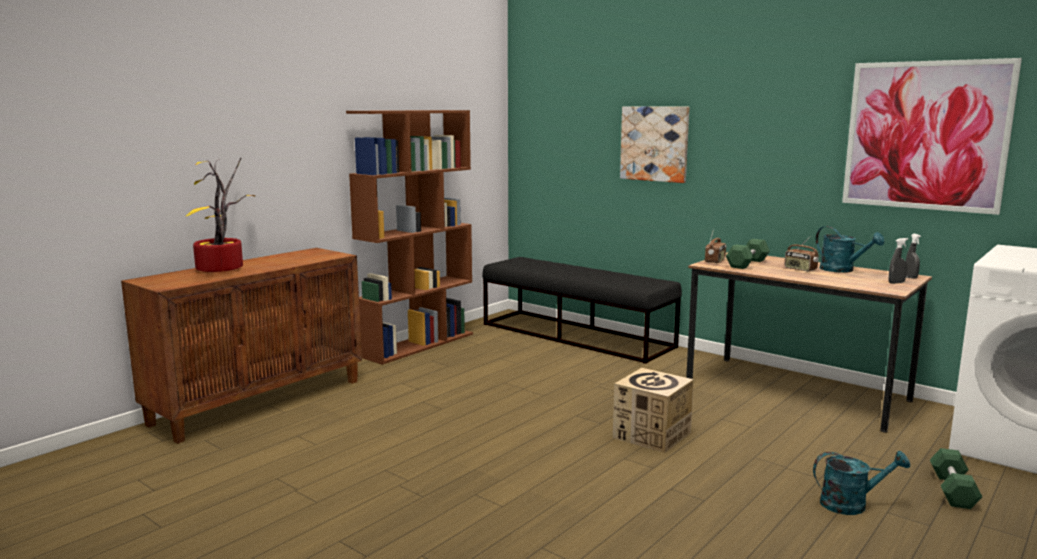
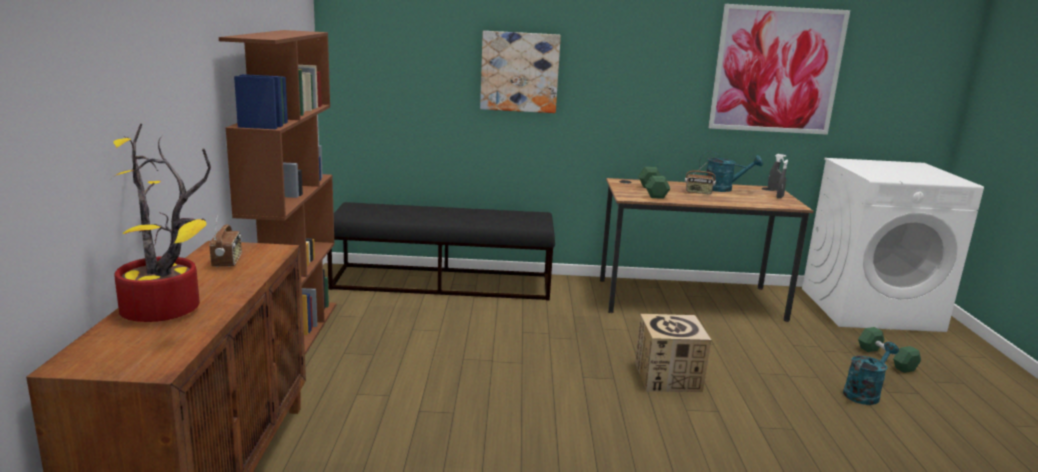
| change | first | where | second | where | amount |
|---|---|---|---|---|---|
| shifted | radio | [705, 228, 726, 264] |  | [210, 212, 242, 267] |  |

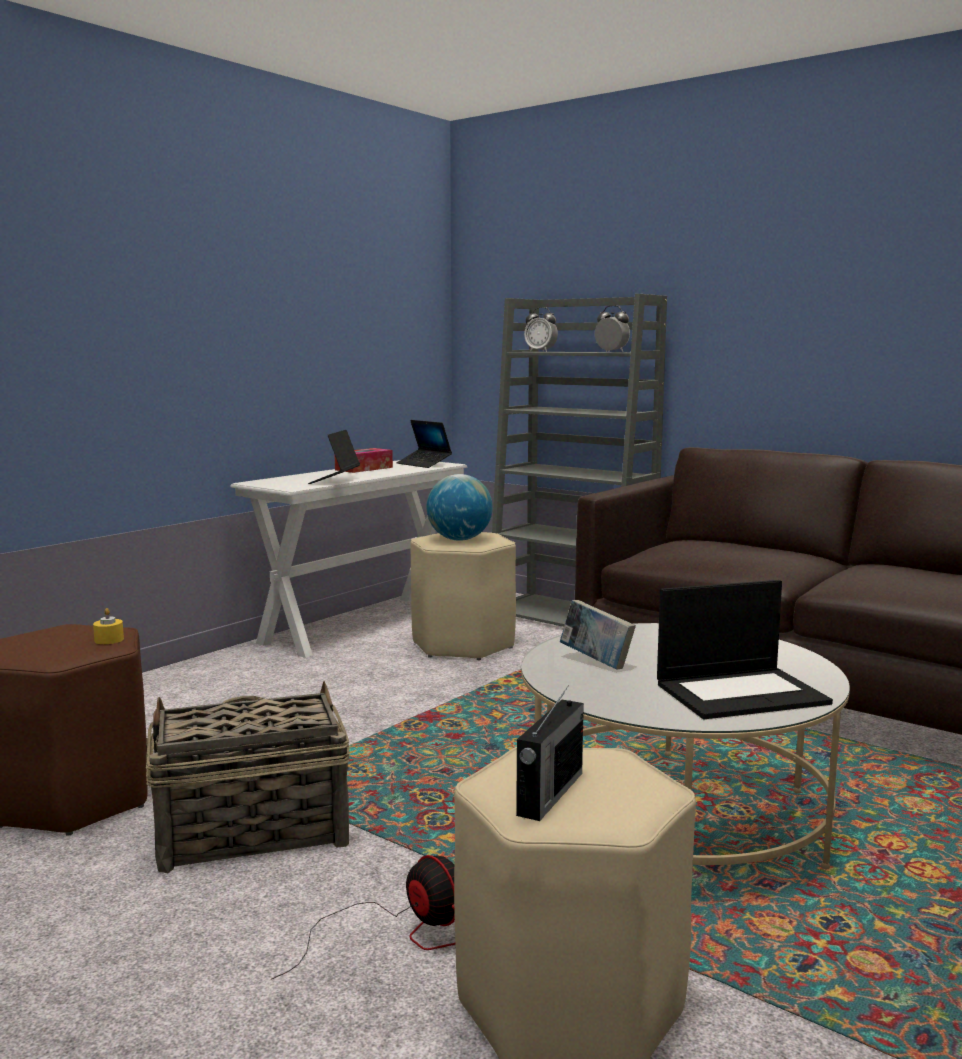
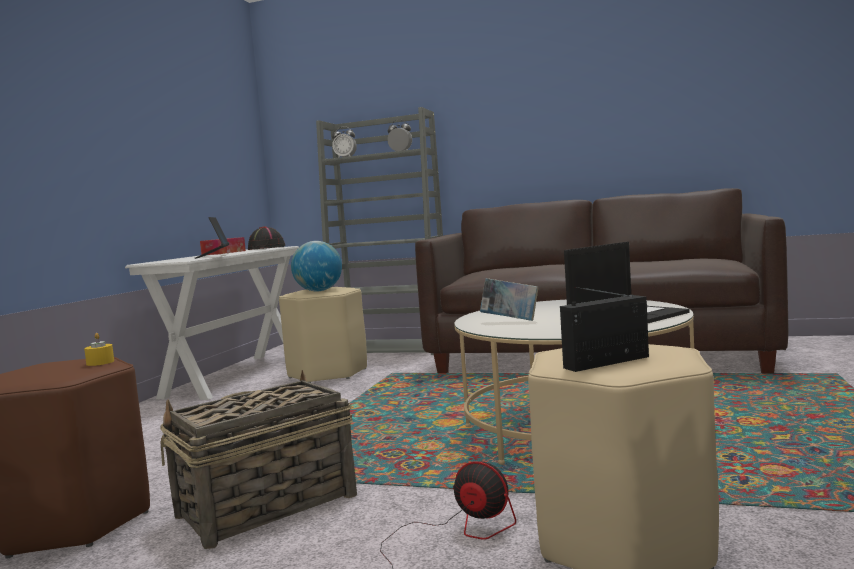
| change | first | where | second | where | amount |
|---|---|---|---|---|---|
| swapped | laptop | [397, 420, 452, 468] | kapelusz/czarny | [248, 227, 285, 250] |  |
| rotated | radio | [516, 685, 584, 821] |  | [560, 287, 649, 372] | 120 degrees counterclockwise |

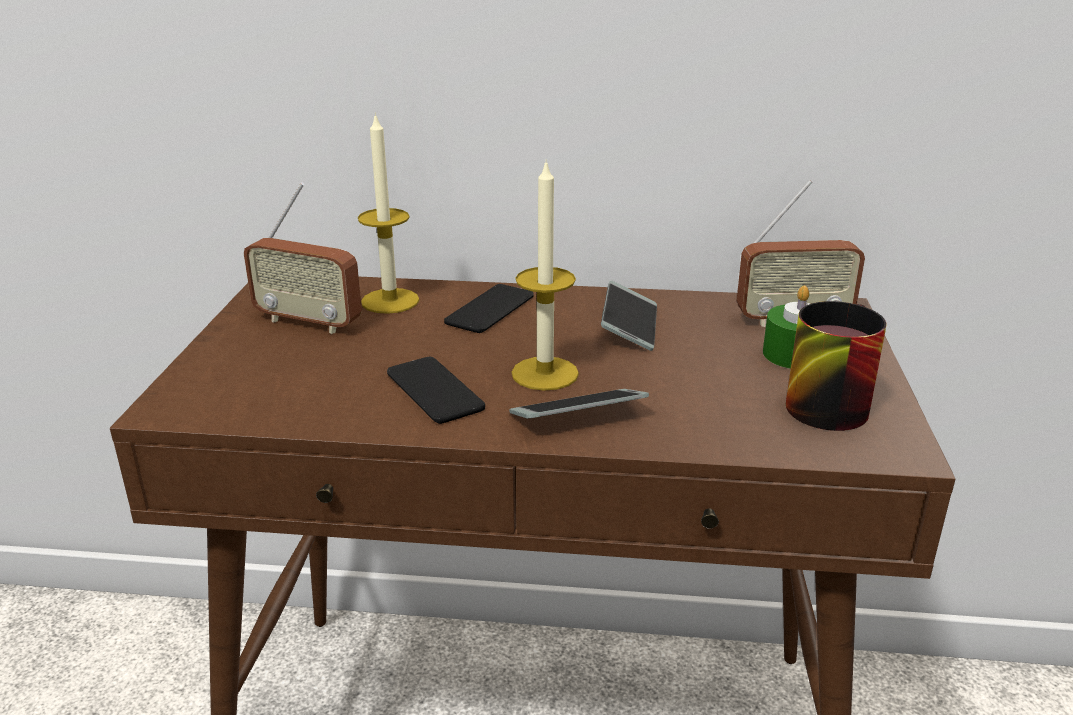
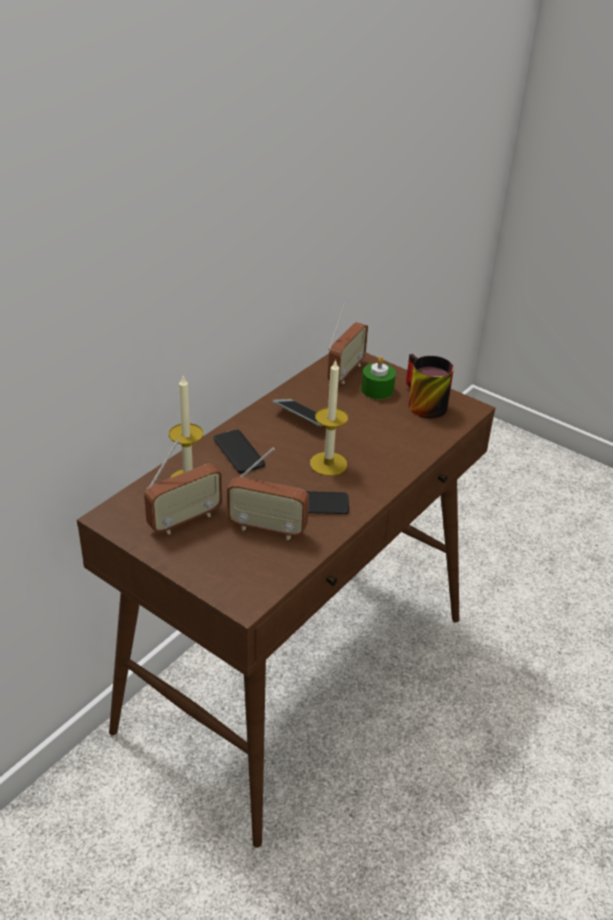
| change | first | where | second | where | amount |
|---|---|---|---|---|---|
| gone | telefon | [509, 389, 649, 419] |  |  |  |
| new |  |  | radio | [227, 448, 309, 540] |  |

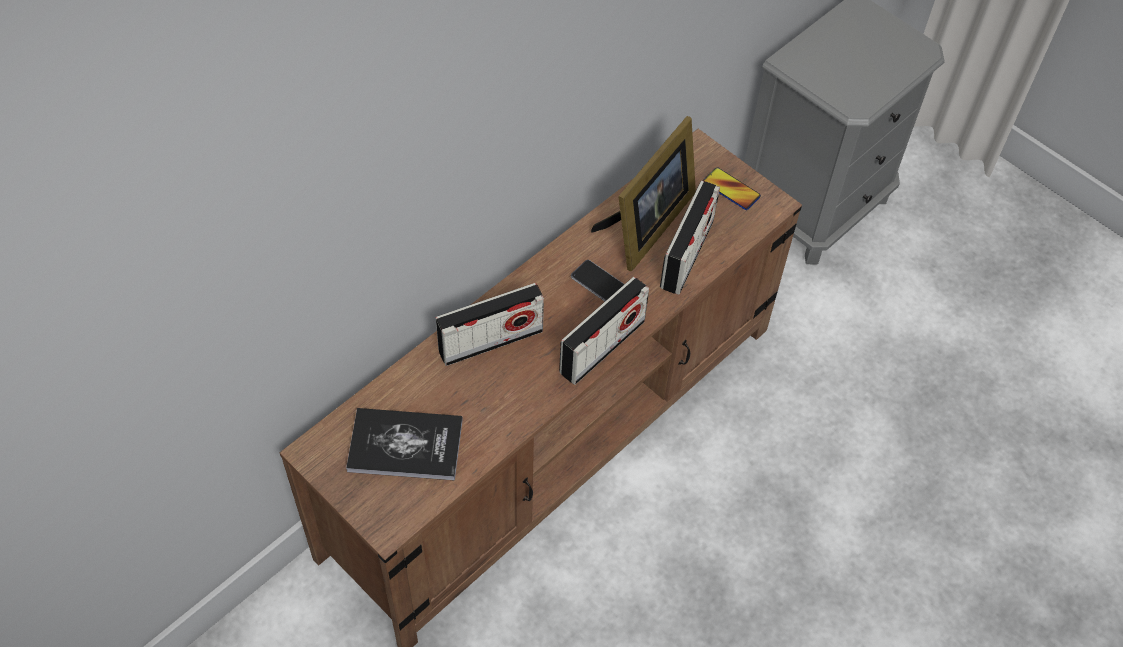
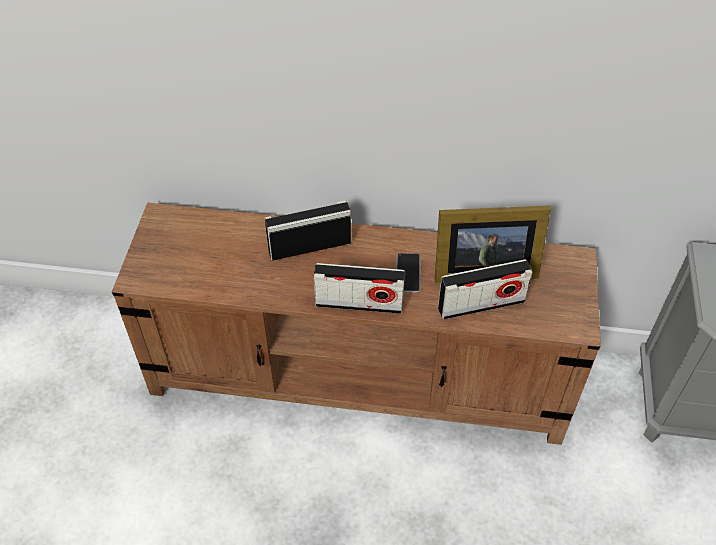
| change | first | where | second | where | amount |
|---|---|---|---|---|---|
| gone | telefon | [703, 167, 761, 210] |  |  |  |
| rotated | radio | [436, 283, 544, 366] |  | [264, 200, 351, 261] | 135 degrees clockwise |
| gone | książka | [346, 408, 463, 481] |  |  |  |

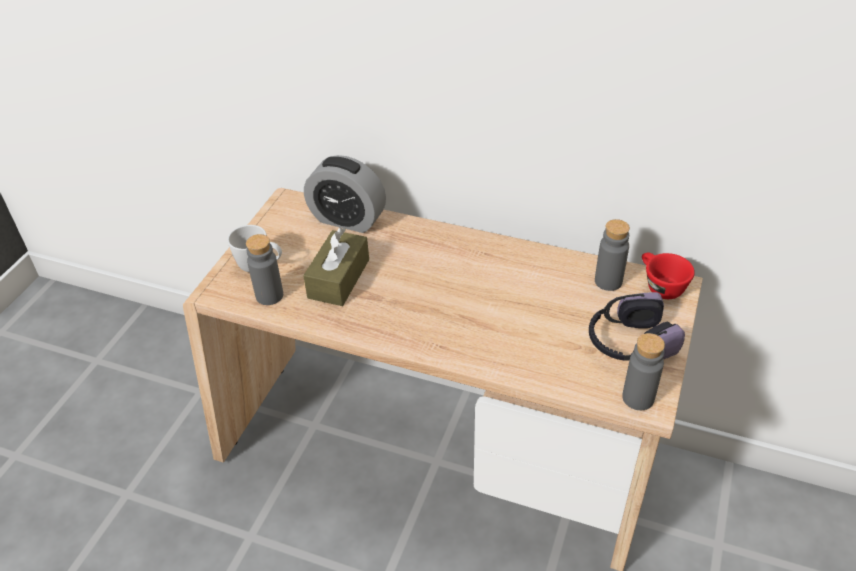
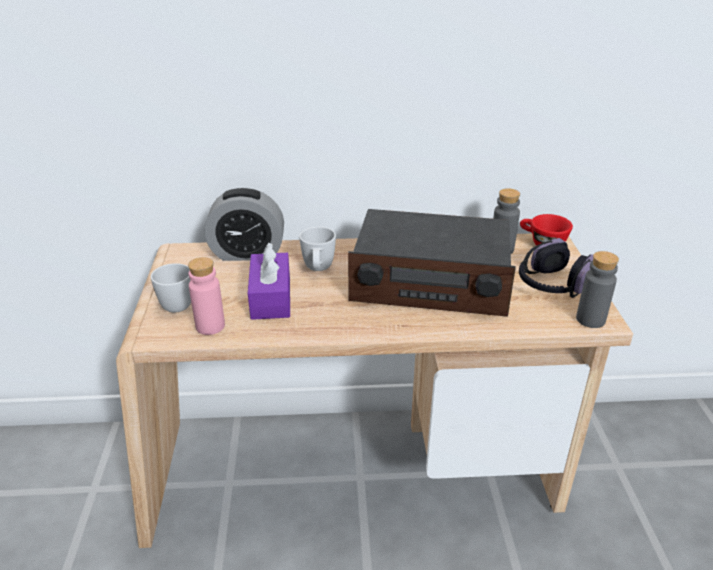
| change | first | where | second | where | amount |
|---|---|---|---|---|---|
| repainted | pudełko chusteczek/brązowy | [303, 227, 369, 306] | pudełko chusteczek/fioletowy | [248, 243, 290, 320] |  |
| repainted | butelka/szary | [246, 234, 283, 305] | butelka/różowy | [188, 257, 225, 335] |  |
| new |  |  | radio | [348, 209, 516, 317] |  |
| new |  |  | kubek/biały | [299, 227, 336, 271] |  |

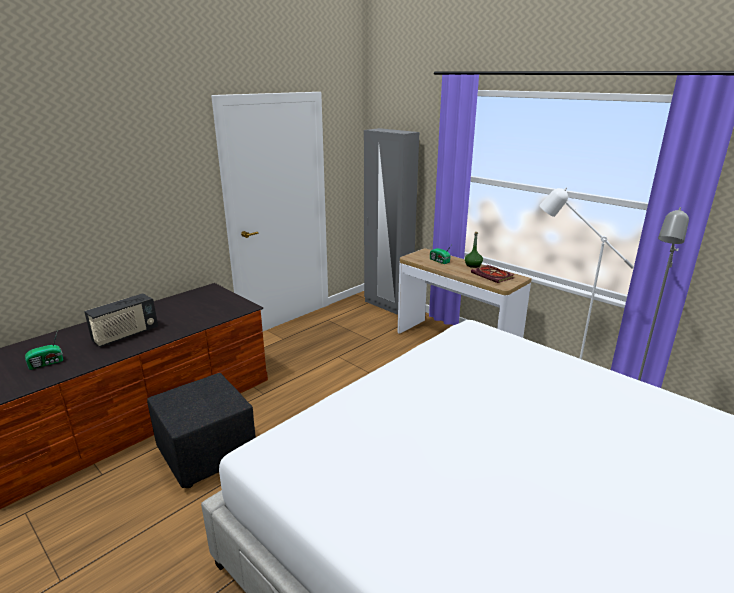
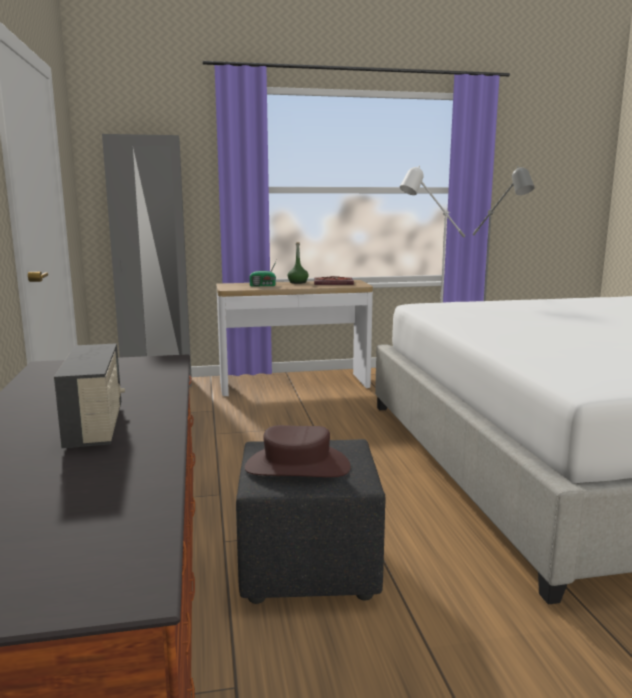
| change | first | where | second | where | amount |
|---|---|---|---|---|---|
| gone | radio | [25, 330, 63, 370] |  |  |  |
| new |  |  | kapelusz/brązowy | [245, 425, 351, 477] |  |

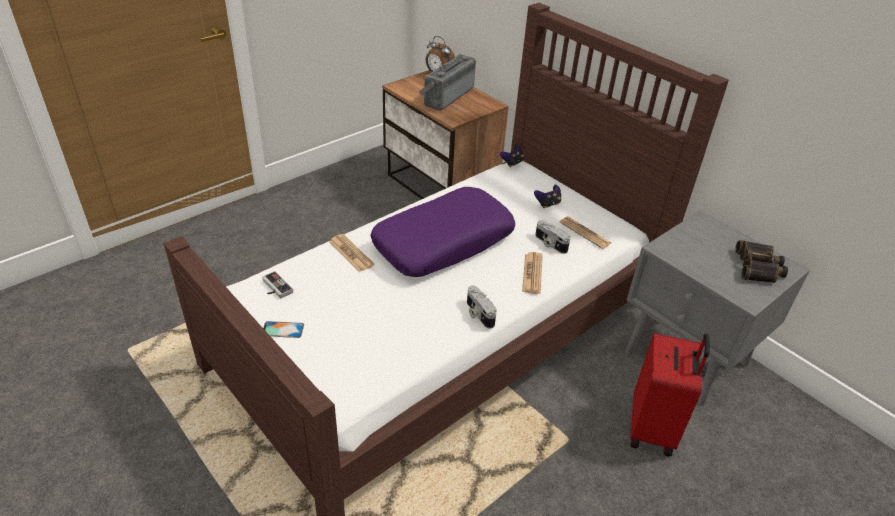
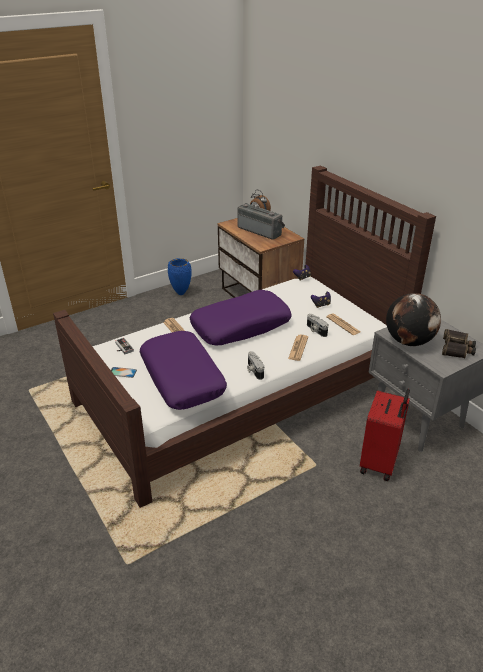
| change | first | where | second | where | amount |
|---|---|---|---|---|---|
| rotated | radio | [419, 54, 476, 110] |  | [237, 203, 285, 240] | 90 degrees clockwise |
| new |  |  | wazon/niebieski | [168, 258, 192, 295] |  |
| new |  |  | globus | [386, 293, 441, 346] |  |
| new |  |  | poduszka/fioletowy | [140, 331, 227, 410] |  |

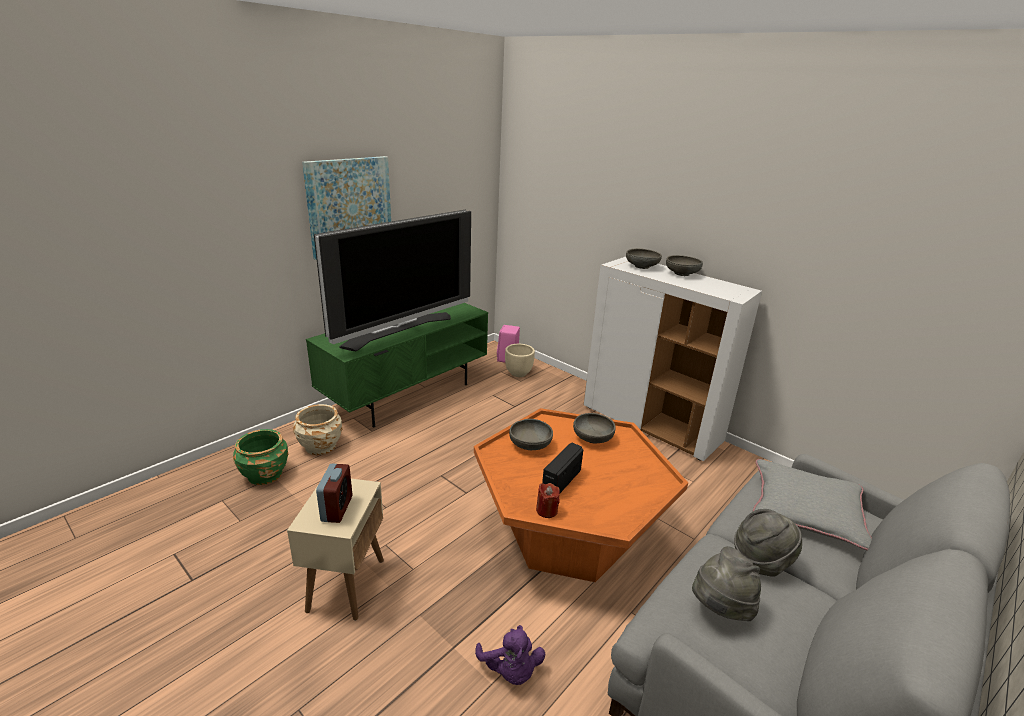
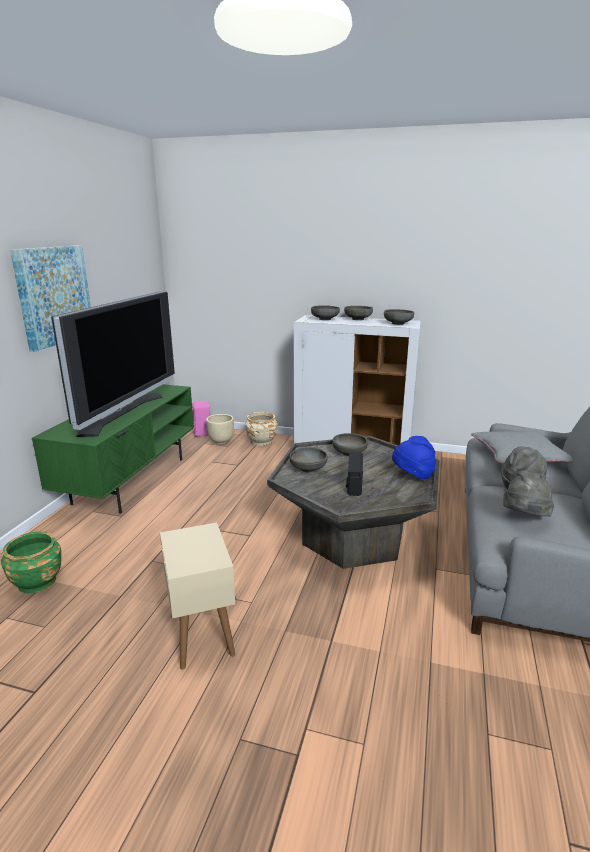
| change | first | where | second | where | amount |
|---|---|---|---|---|---|
| shifted | donica/beżowy | [293, 404, 343, 455] |  | [245, 412, 278, 446] |  |
| repainted | ława/pomarańczowy | [474, 408, 688, 582] | ława/szary | [267, 436, 440, 569] |  |
| gone | budzik | [316, 463, 352, 523] |  |  |  |
| gone | świeca/czerwony | [536, 483, 560, 518] |  |  |  |
| gone | pluszak/fioletowy | [475, 625, 545, 685] |  |  |  |
| new |  |  | miska/szary | [384, 309, 414, 325] |  |
| new |  |  | kapelusz/niebieski | [392, 436, 435, 479] |  |

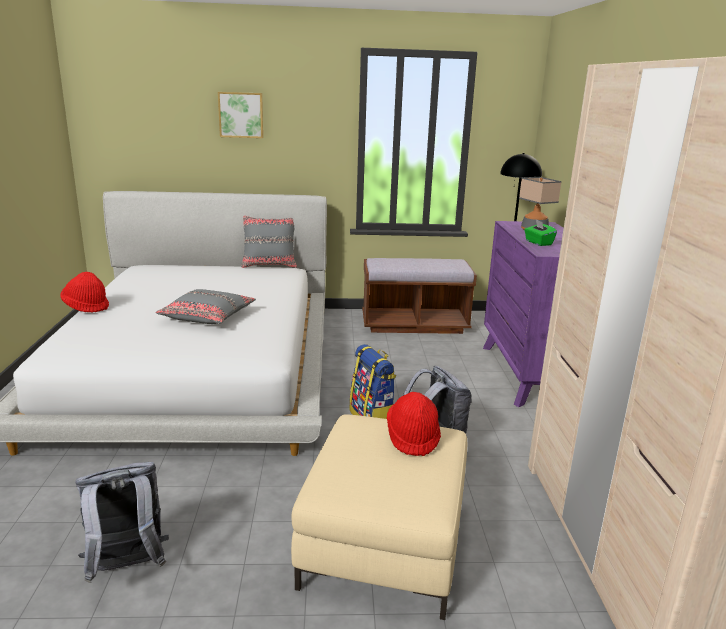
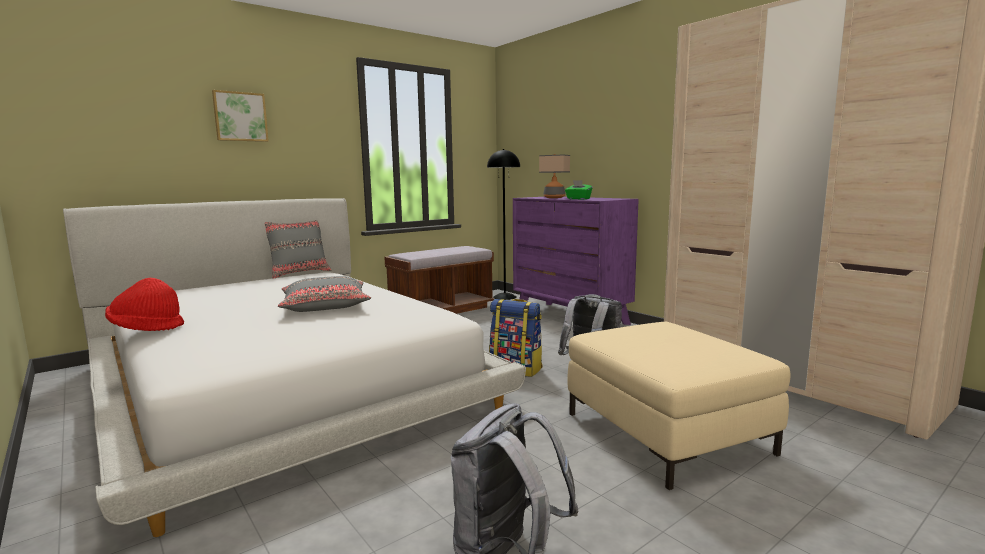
| change | first | where | second | where | amount |
|---|---|---|---|---|---|
| gone | kapelusz/czerwony | [387, 392, 441, 456] |  |  |  |

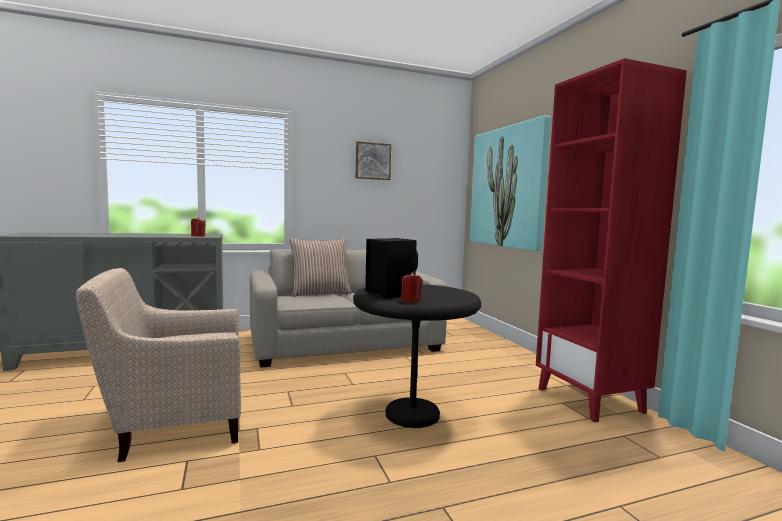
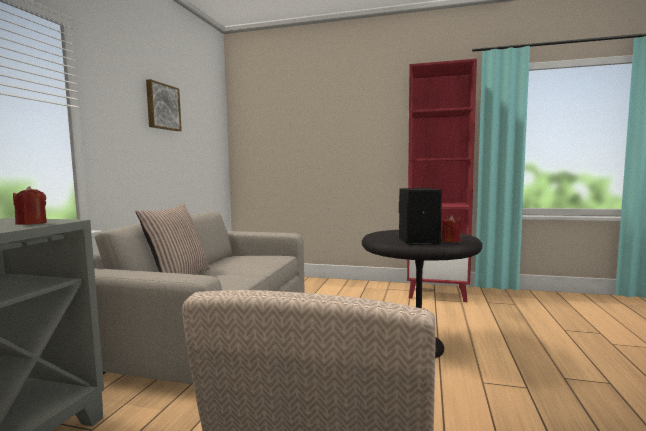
| change | first | where | second | where | amount |
|---|---|---|---|---|---|
| gone | obraz | [469, 115, 551, 251] |  |  |  |

